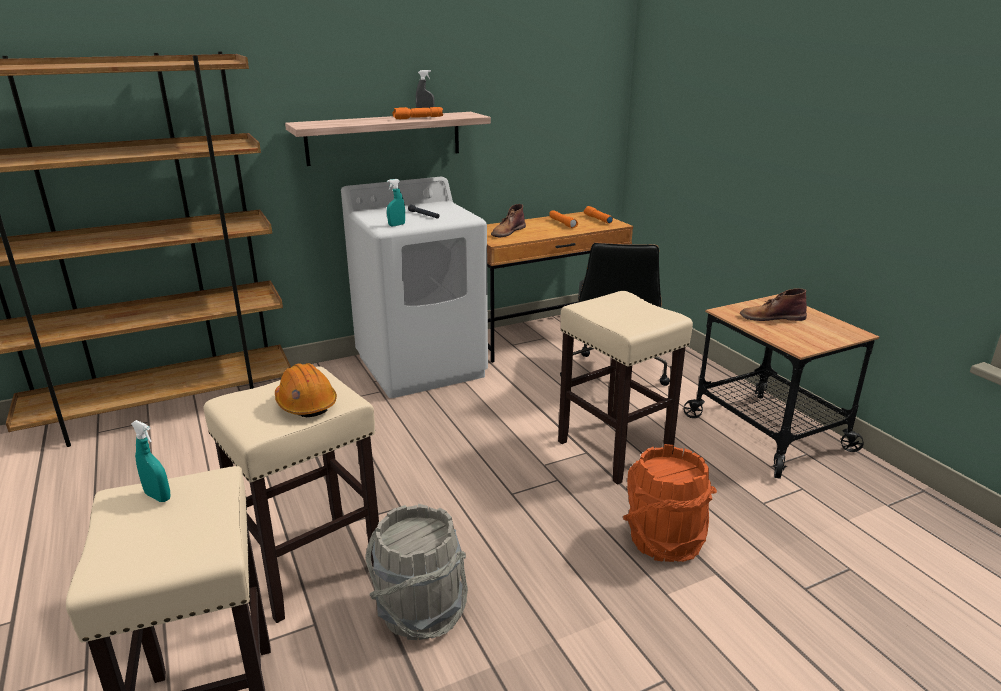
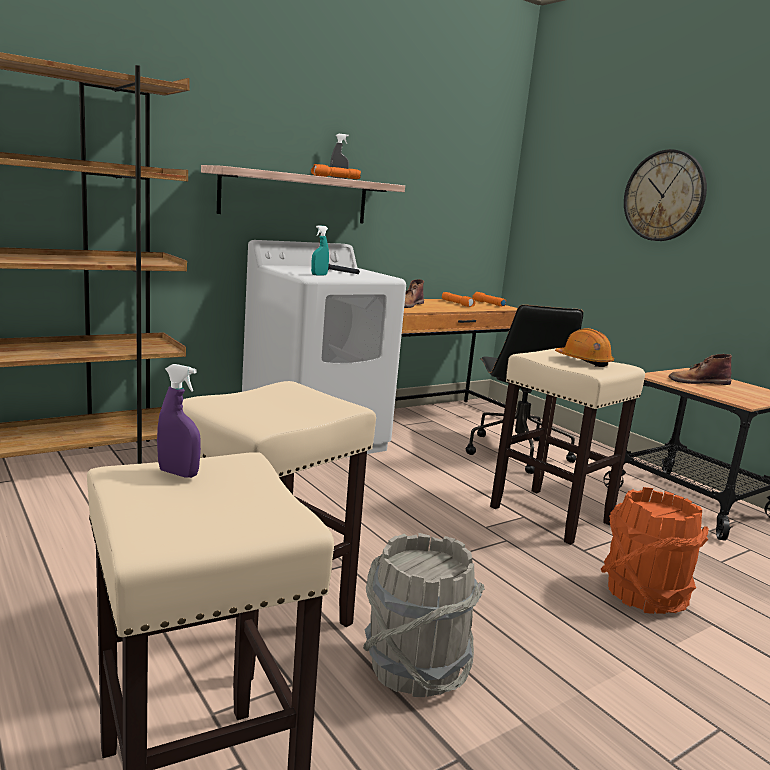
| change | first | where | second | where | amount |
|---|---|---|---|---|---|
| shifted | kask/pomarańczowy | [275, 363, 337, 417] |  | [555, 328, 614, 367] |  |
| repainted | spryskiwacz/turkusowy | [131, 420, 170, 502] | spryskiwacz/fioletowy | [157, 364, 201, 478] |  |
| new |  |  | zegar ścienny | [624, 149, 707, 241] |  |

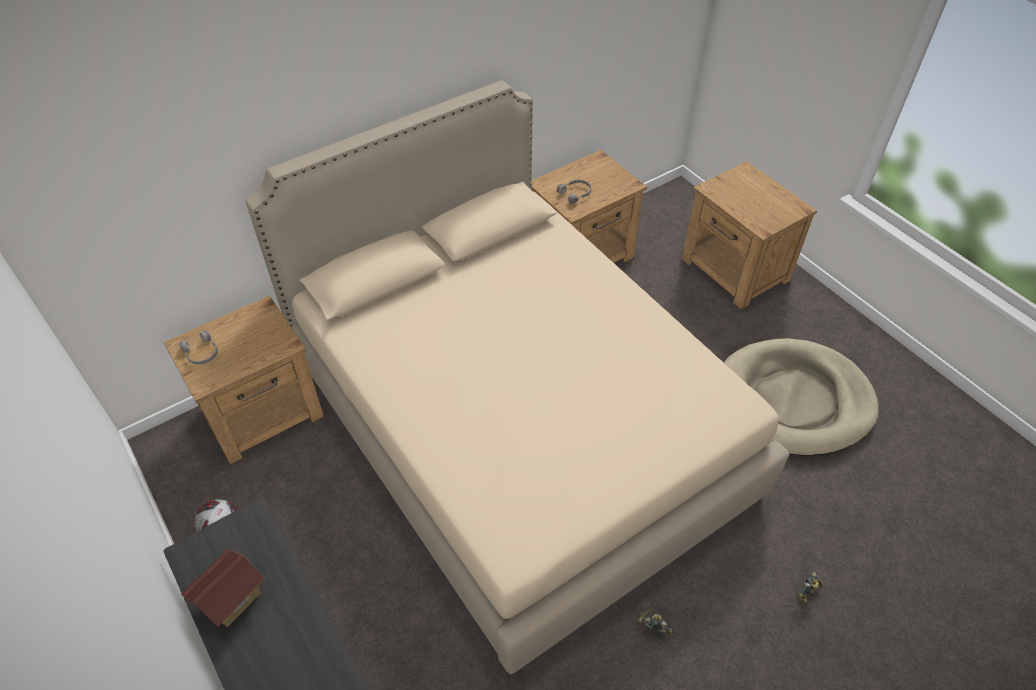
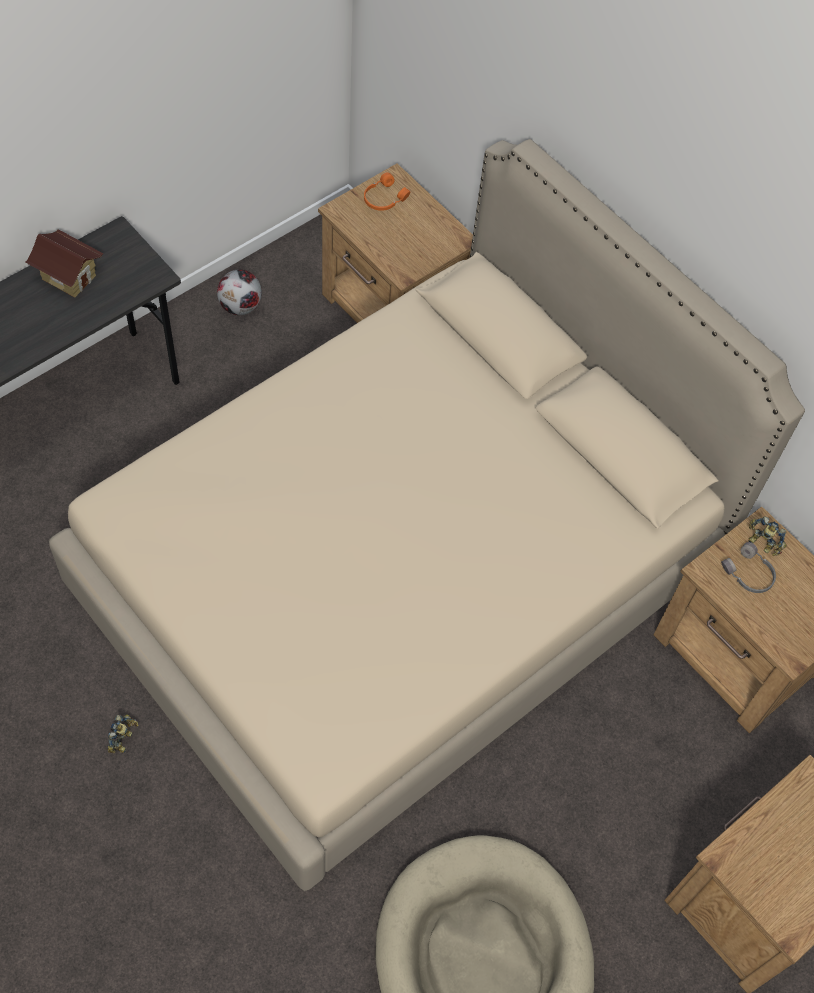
| change | first | where | second | where | amount |
|---|---|---|---|---|---|
| repainted | słuchawki/szary | [178, 330, 218, 364] | słuchawki/pomarańczowy | [364, 172, 410, 211] |  |
| shifted | robot zabawkowy | [796, 571, 824, 604] |  | [748, 516, 787, 556] |  |

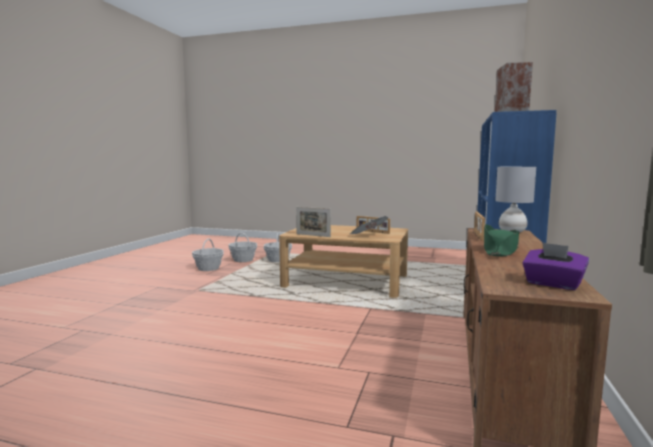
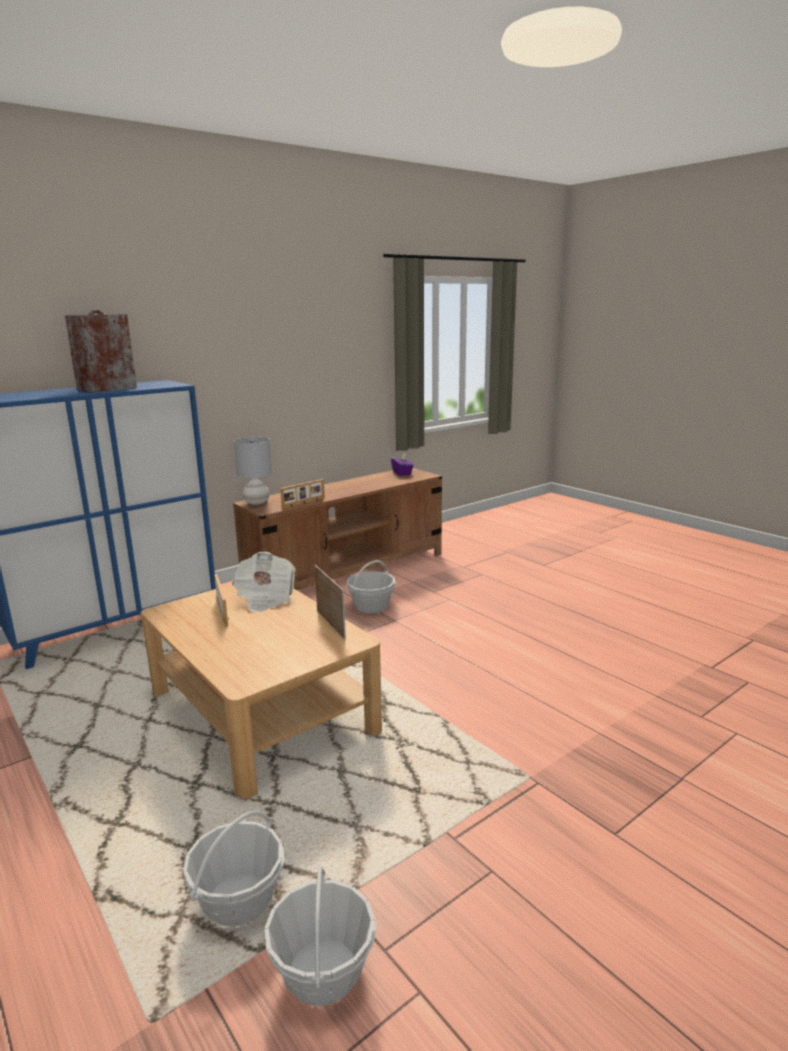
| change | first | where | second | where | amount |
|---|---|---|---|---|---|
| gone | kapelusz/zielony | [484, 224, 519, 256] |  |  |  |
| shifted | koszyk | [192, 239, 224, 271] |  | [347, 560, 396, 613] |  |

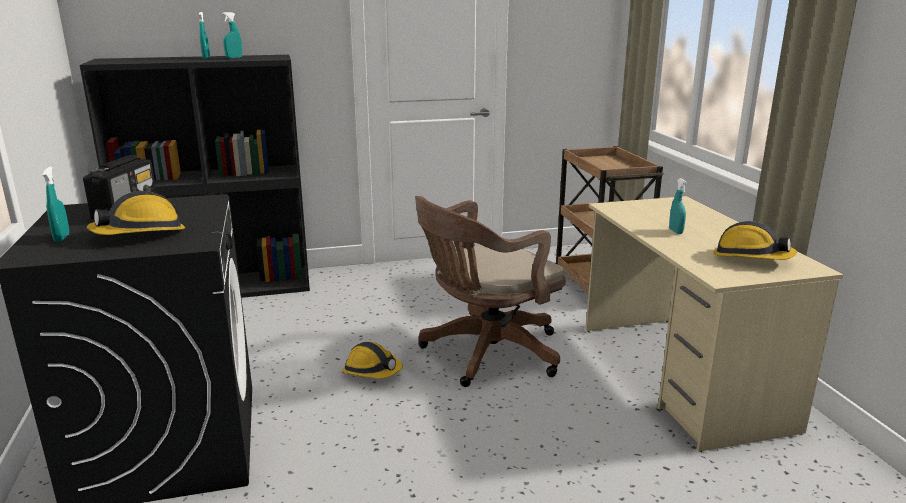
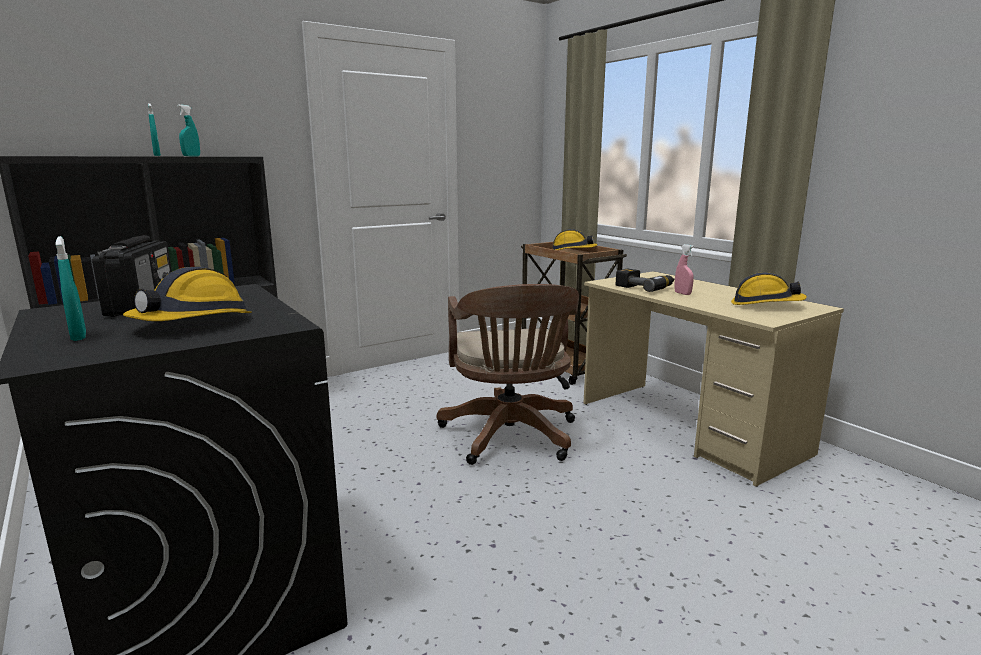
| change | first | where | second | where | amount |
|---|---|---|---|---|---|
| repainted | spryskiwacz/turkusowy | [669, 178, 688, 234] | spryskiwacz/różowy | [674, 244, 694, 295] |  |
| rotated | krzesło biurowe/brązowy | [415, 196, 566, 387] |  | [437, 284, 579, 465] | 45 degrees counterclockwise |
| shifted | kask | [342, 342, 403, 379] |  | [552, 229, 598, 250] |  |
| new |  |  | wiertarka | [616, 269, 674, 292] |  |

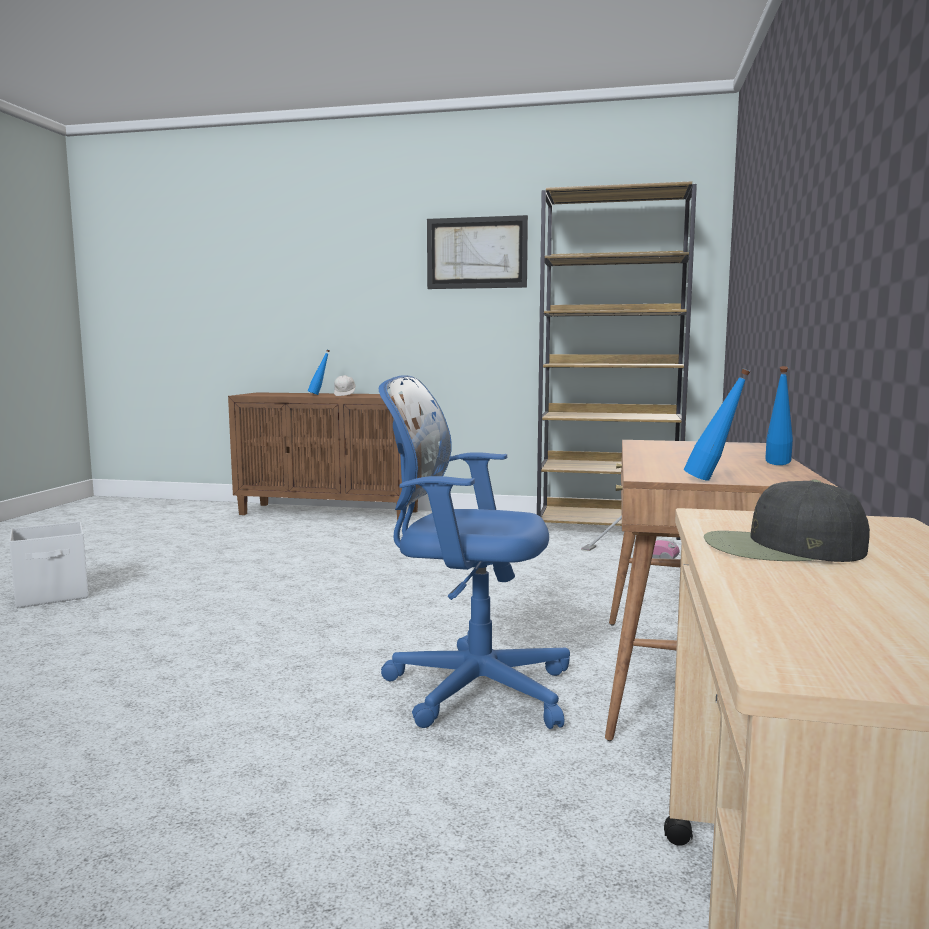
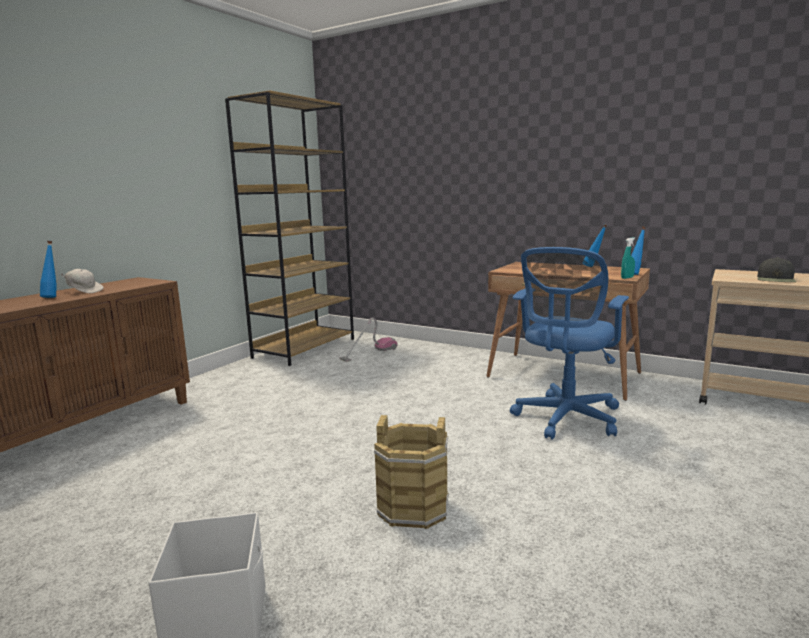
| change | first | where | second | where | amount |
|---|---|---|---|---|---|
| gone | obraz | [427, 215, 528, 289] |  |  |  |
| new |  |  | spryskiwacz/turkusowy | [621, 238, 635, 279] |  |
| new |  |  | wiadro/brązowy | [374, 415, 449, 529] |  |

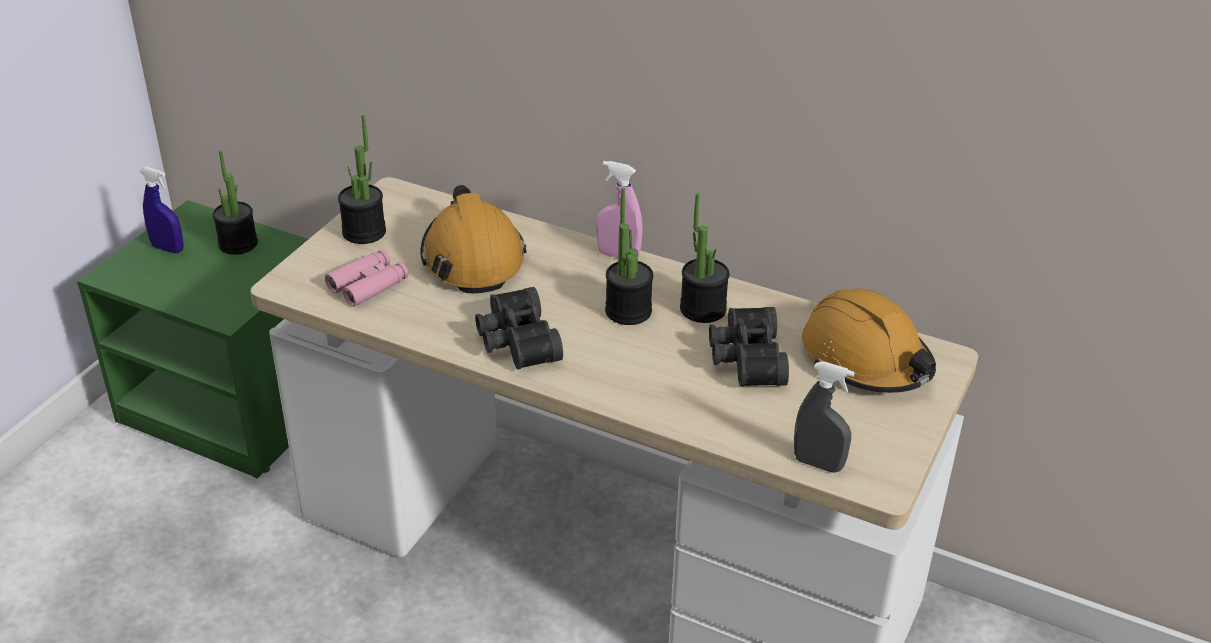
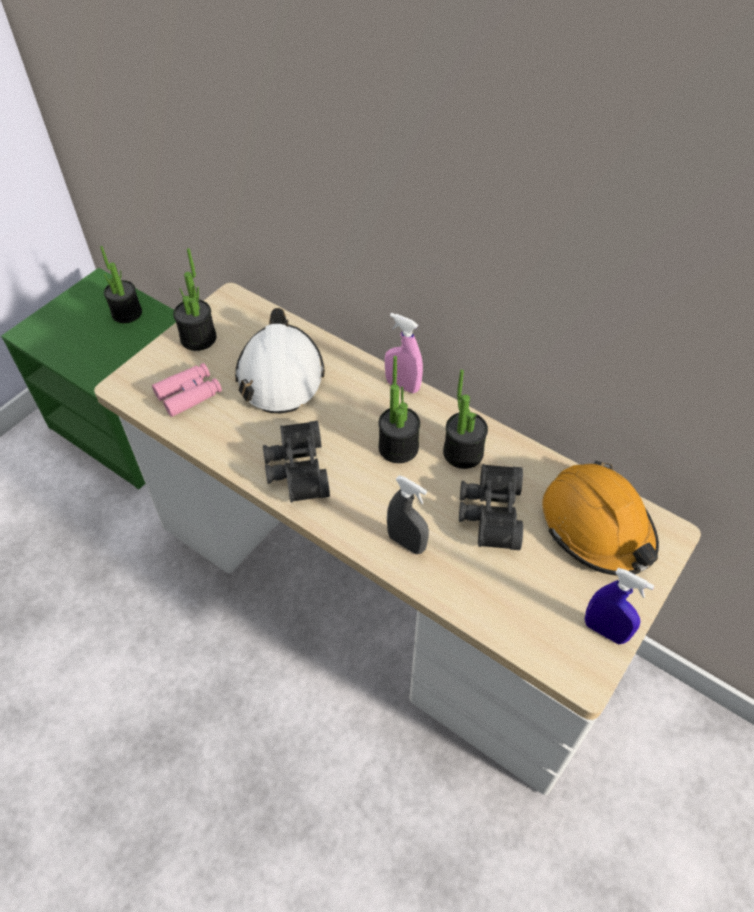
| change | first | where | second | where | amount |
|---|---|---|---|---|---|
| shifted | spryskiwacz/niebieski | [140, 167, 184, 253] |  | [585, 568, 654, 644] |  |
| repainted | kask/pomarańczowy | [420, 185, 527, 293] | kask/biały | [235, 308, 325, 413] |  |
| shifted | spryskiwacz/szary | [794, 361, 855, 473] |  | [387, 475, 429, 554] |  |

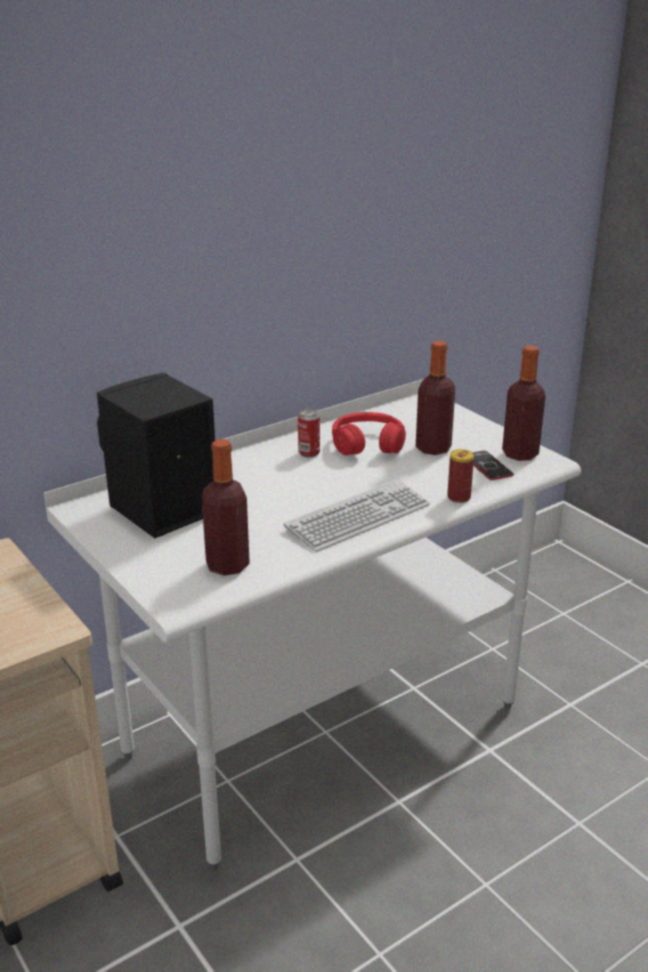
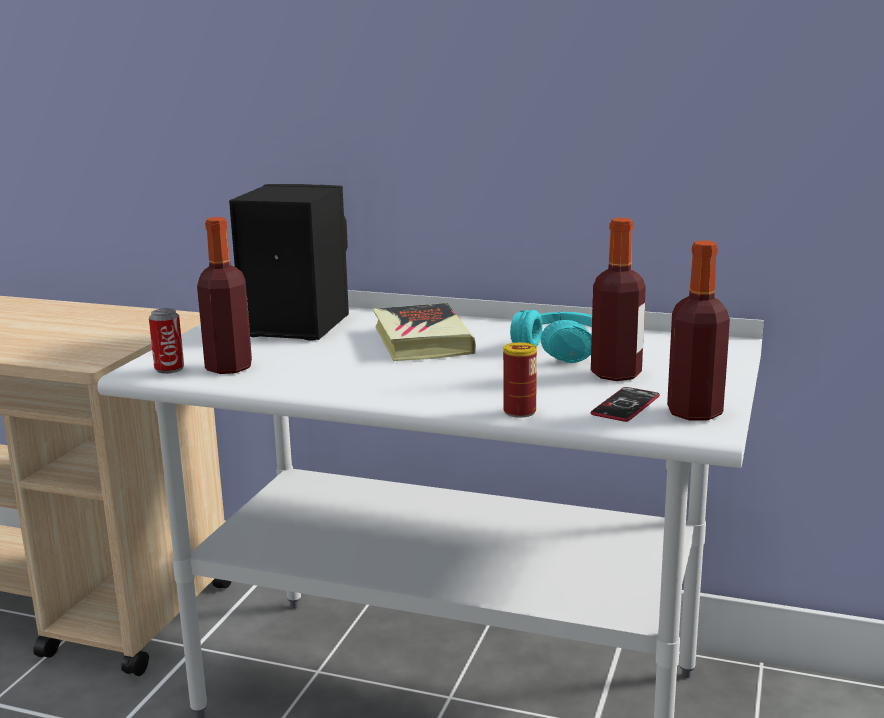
| change | first | where | second | where | amount |
|---|---|---|---|---|---|
| shifted | puszka | [298, 409, 320, 458] |  | [149, 308, 184, 374] |  |
| repainted | słuchawki/czerwony | [332, 412, 406, 455] | słuchawki/turkusowy | [510, 310, 592, 363] |  |
| gone | klawiatura | [284, 479, 430, 552] |  |  |  |
| new |  |  | książka | [373, 303, 476, 361] |  |

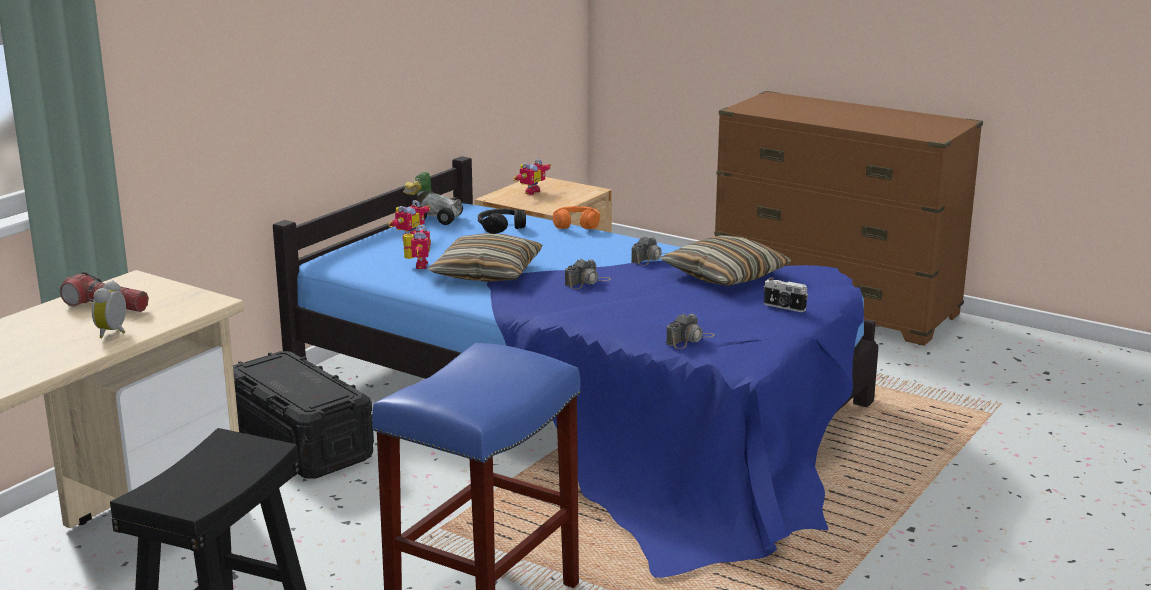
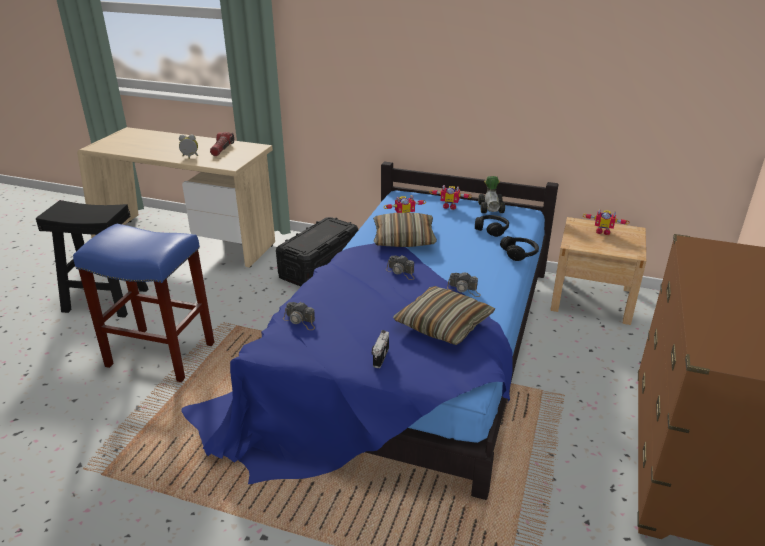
| change | first | where | second | where | amount |
|---|---|---|---|---|---|
| repainted | słuchawki/pomarańczowy | [553, 206, 600, 229] | słuchawki/czarny | [500, 236, 539, 261] |  |

